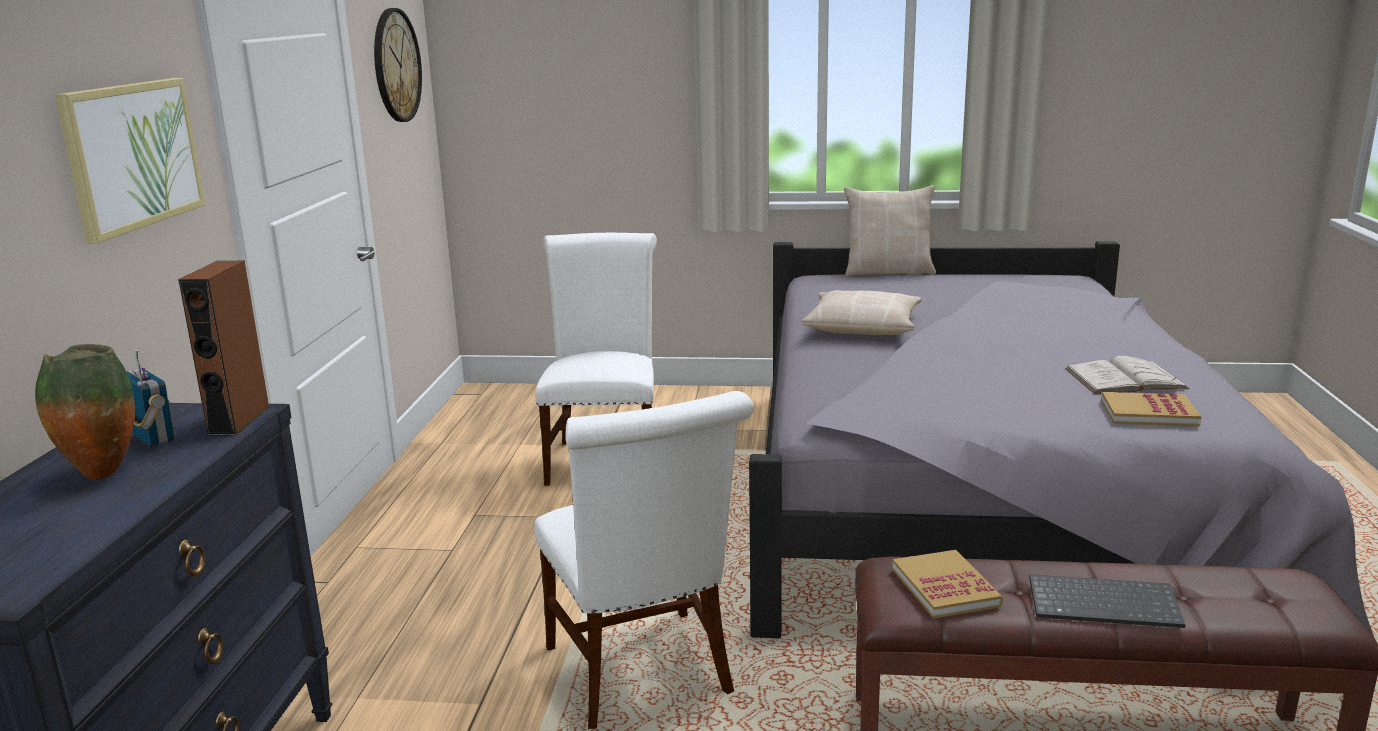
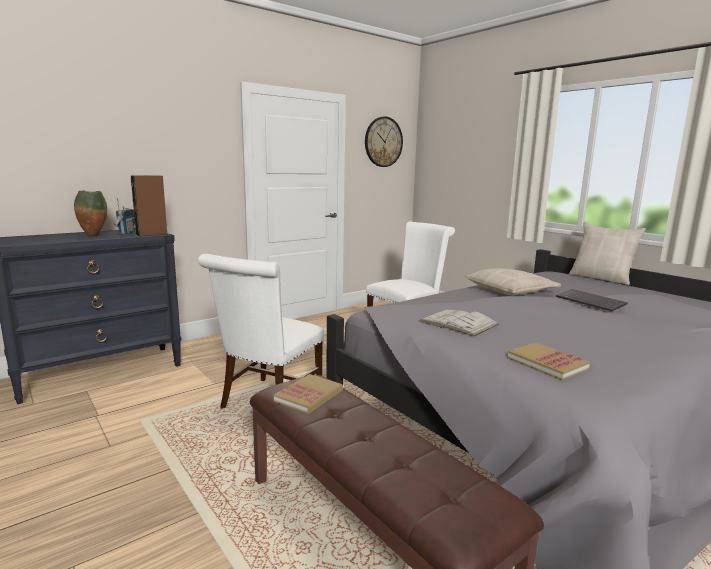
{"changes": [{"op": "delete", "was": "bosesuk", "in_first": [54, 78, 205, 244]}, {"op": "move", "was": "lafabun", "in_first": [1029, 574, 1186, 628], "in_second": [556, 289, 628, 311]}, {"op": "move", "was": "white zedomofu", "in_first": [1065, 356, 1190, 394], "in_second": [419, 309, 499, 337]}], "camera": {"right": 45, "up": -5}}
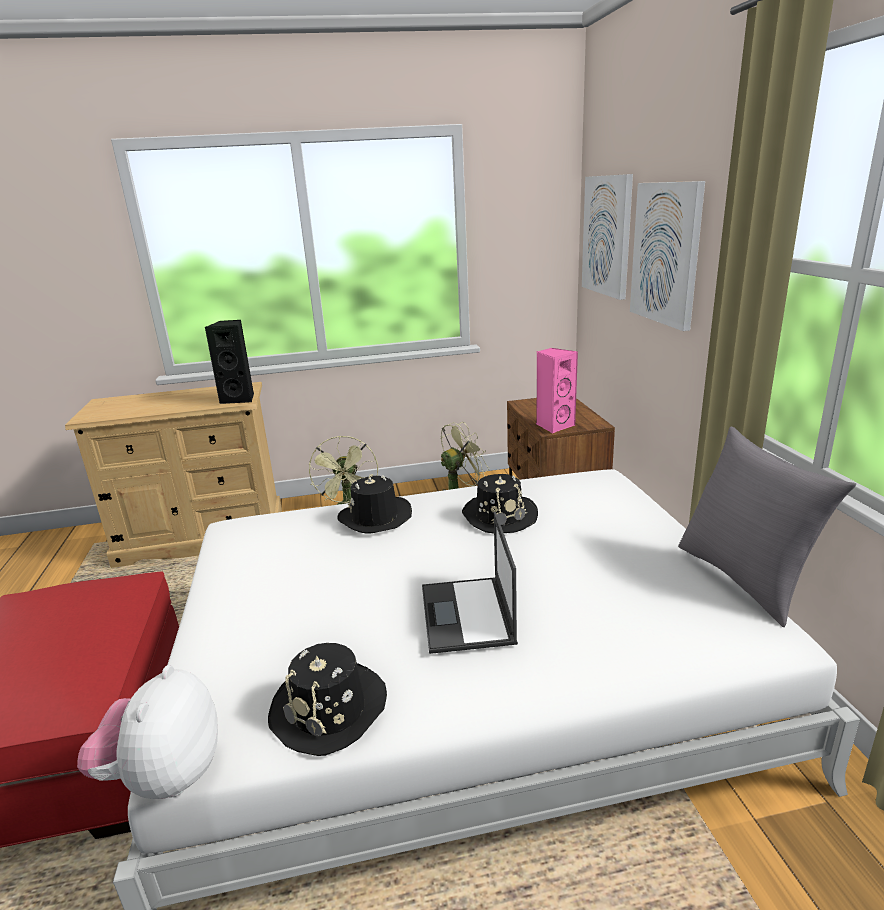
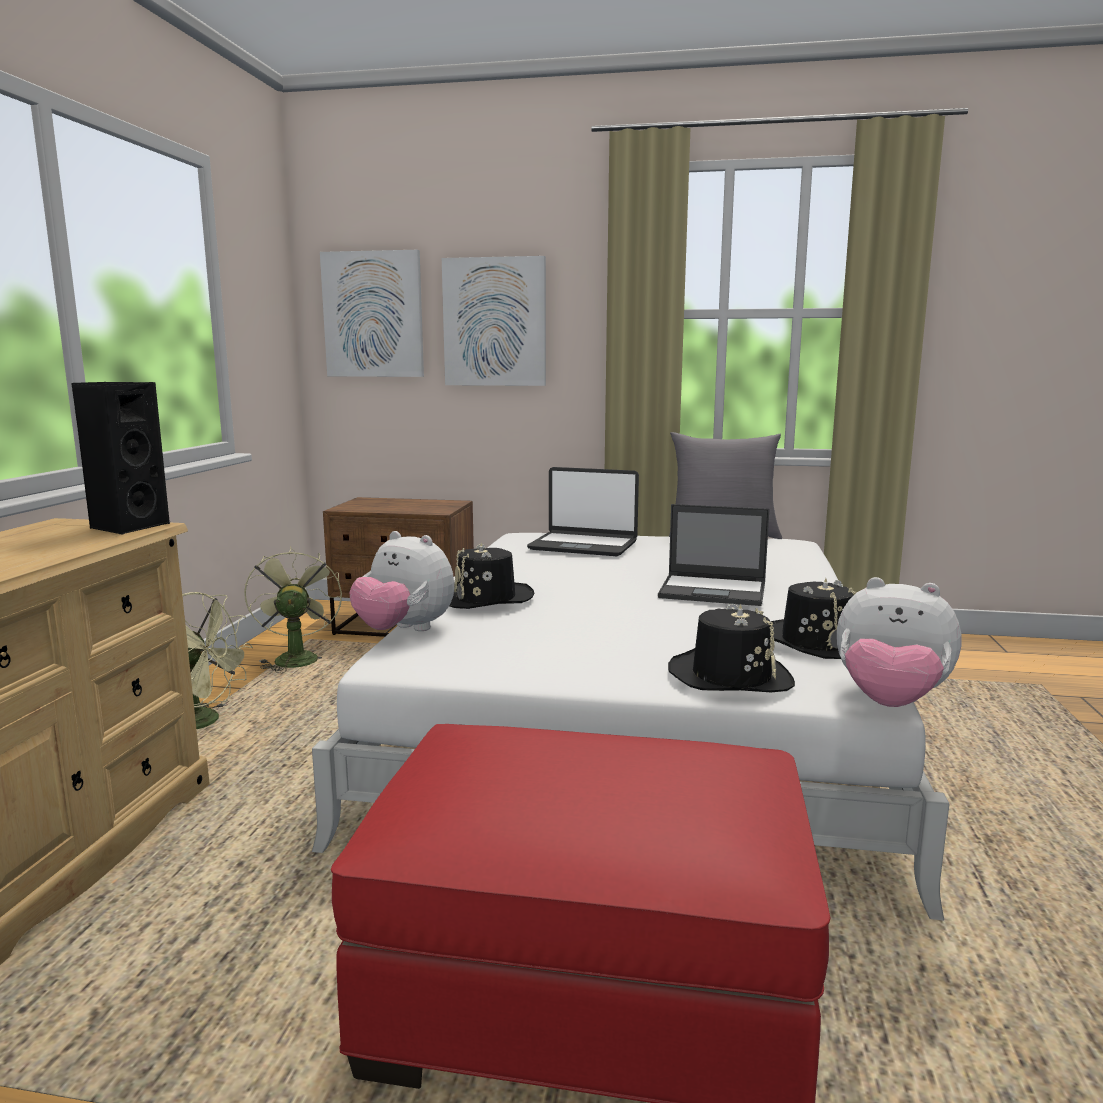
{"changes": [{"op": "move", "was": "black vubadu", "in_first": [462, 474, 538, 534], "in_second": [668, 603, 795, 692]}, {"op": "delete", "was": "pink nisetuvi", "in_first": [536, 348, 578, 433]}, {"op": "insert", "now": "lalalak", "in_second": [350, 531, 454, 631]}, {"op": "insert", "now": "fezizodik", "in_second": [527, 467, 639, 556]}], "camera": {"right": -70, "up": -10}}
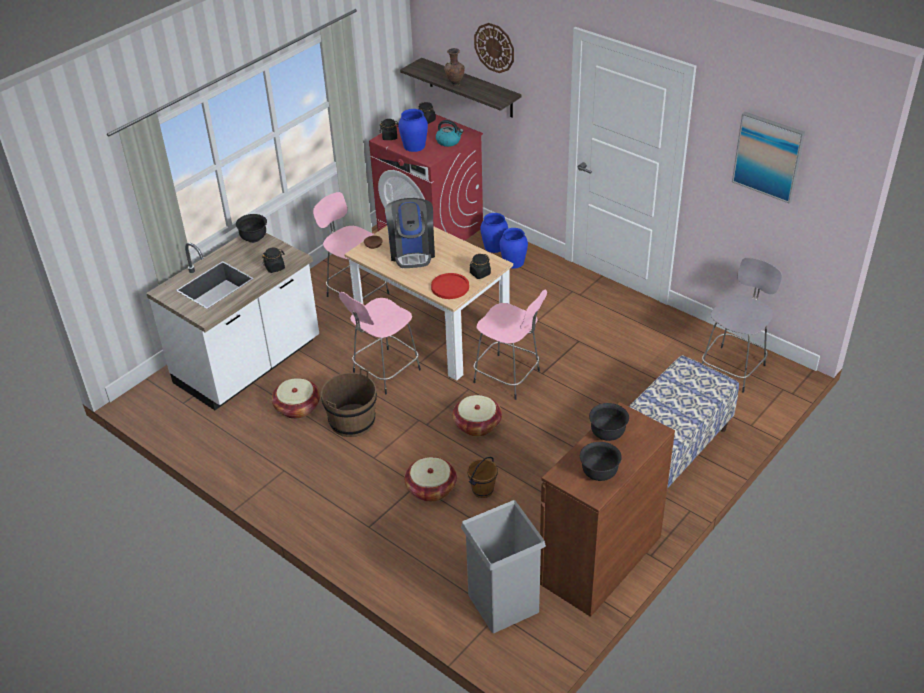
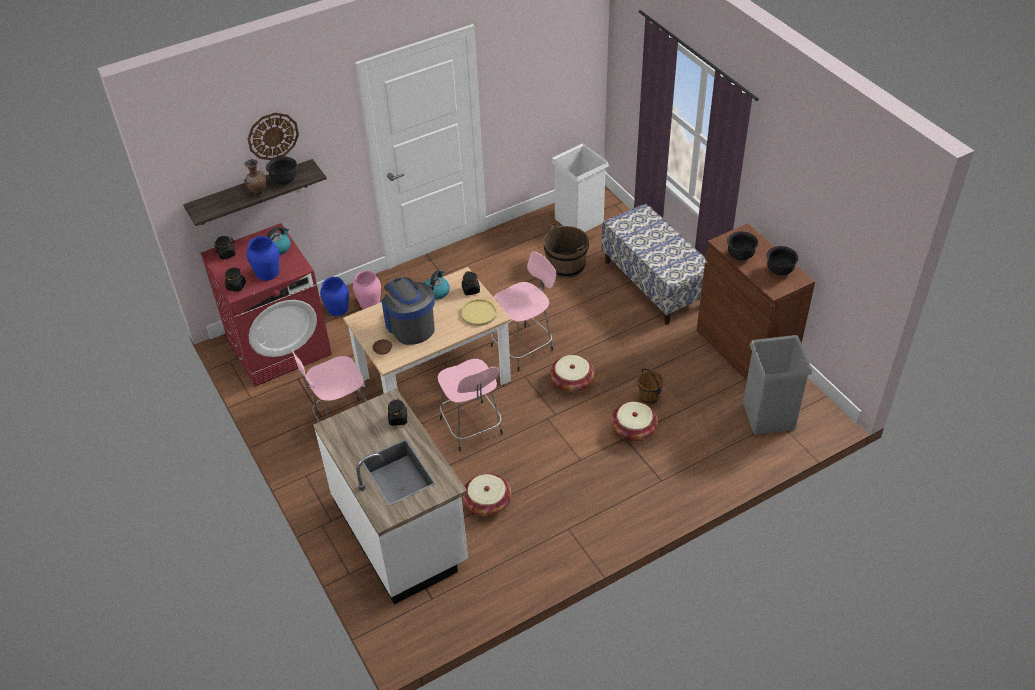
{"changes": [{"op": "move", "was": "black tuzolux", "in_first": [236, 214, 267, 243], "in_second": [266, 156, 297, 185]}, {"op": "move", "was": "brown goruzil", "in_first": [321, 368, 377, 437], "in_second": [543, 223, 589, 278]}, {"op": "rotate", "was": "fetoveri", "in_first": [385, 198, 435, 268], "in_second": [382, 277, 435, 345], "clockwise": -135}, {"op": "recolor", "was": "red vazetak", "now": "yellow vazetak", "in_first": [431, 273, 469, 299], "in_second": [461, 298, 497, 326]}, {"op": "recolor", "was": "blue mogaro", "now": "pink mogaro", "in_first": [500, 228, 528, 269], "in_second": [353, 270, 381, 309]}, {"op": "replace", "was": "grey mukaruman", "now": "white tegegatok", "in_first": [702, 258, 782, 392], "in_second": [552, 143, 609, 232]}, {"op": "delete", "was": "bosesuk", "in_first": [732, 112, 805, 203]}, {"op": "insert", "now": "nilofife", "in_second": [425, 270, 450, 300]}], "camera": {"right": -70, "up": 5}}
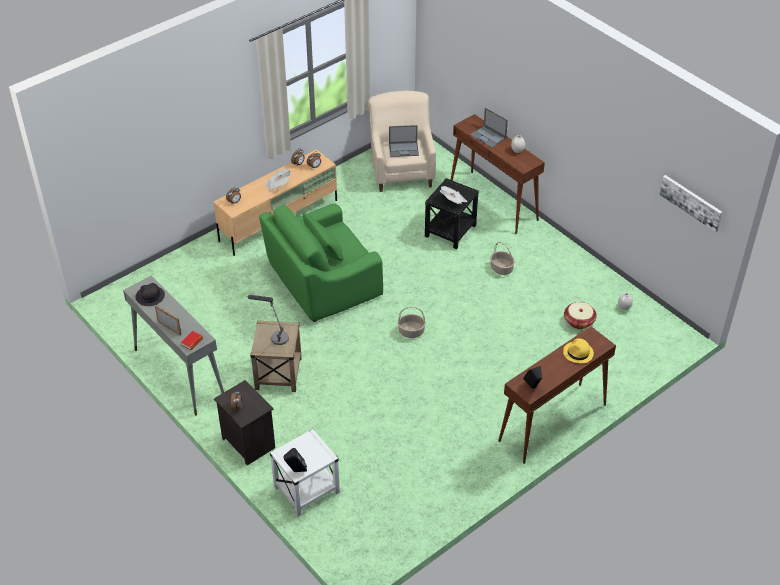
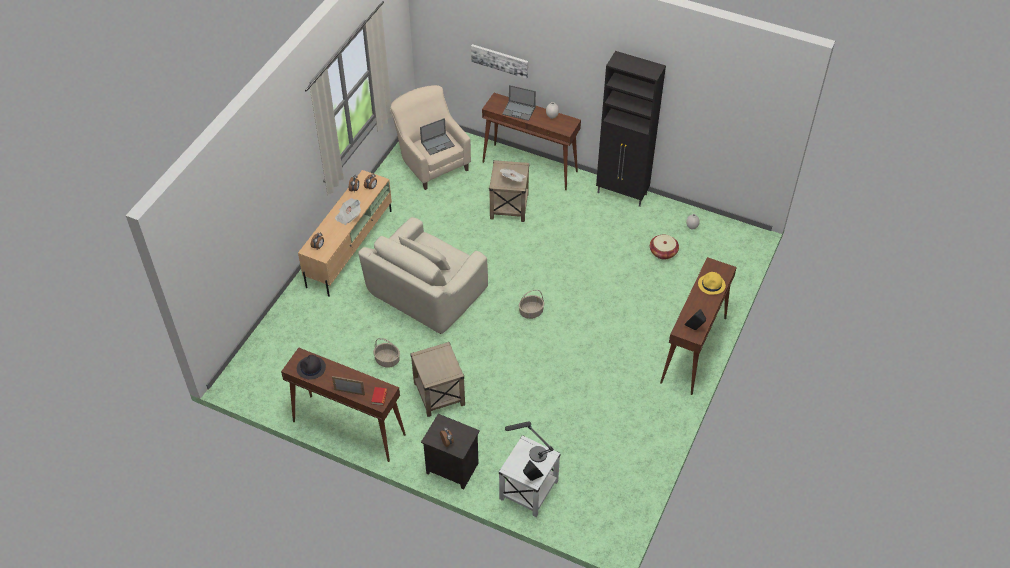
{"changes": [{"op": "recolor", "was": "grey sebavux", "now": "brown sebavux", "in_first": [123, 275, 224, 416], "in_second": [281, 348, 406, 462]}, {"op": "move", "was": "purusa", "in_first": [247, 295, 289, 345], "in_second": [505, 421, 554, 462]}, {"op": "recolor", "was": "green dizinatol", "now": "beige dizinatol", "in_first": [259, 204, 383, 322], "in_second": [358, 217, 488, 334]}, {"op": "recolor", "was": "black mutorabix", "now": "beige mutorabix", "in_first": [425, 178, 479, 249], "in_second": [489, 160, 530, 222]}, {"op": "move", "was": "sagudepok", "in_first": [490, 242, 515, 275], "in_second": [373, 338, 400, 368]}, {"op": "move", "was": "bosesuk", "in_first": [659, 175, 723, 232], "in_second": [471, 44, 528, 79]}, {"op": "insert", "now": "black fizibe", "in_second": [596, 51, 666, 207]}], "camera": {"right": -25, "up": 5}}
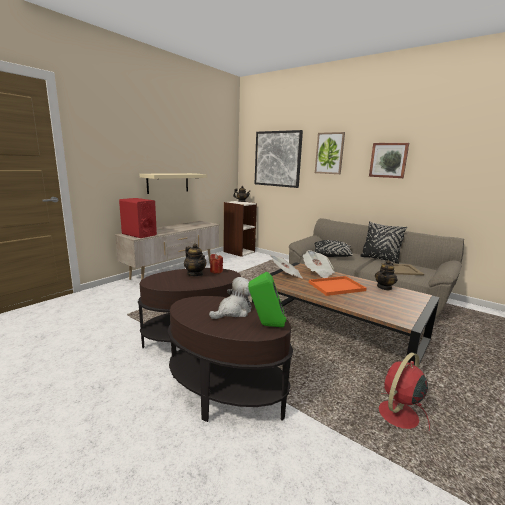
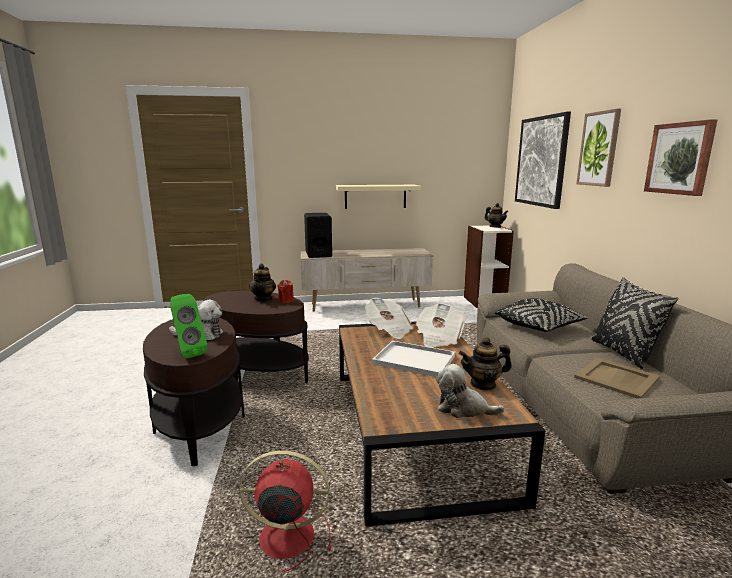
{"changes": [{"op": "recolor", "was": "red nisetuvi", "now": "black nisetuvi", "in_first": [119, 198, 157, 238], "in_second": [304, 213, 332, 258]}, {"op": "recolor", "was": "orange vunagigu", "now": "white vunagigu", "in_first": [309, 276, 367, 296], "in_second": [372, 341, 455, 377]}, {"op": "insert", "now": "lalalak", "in_second": [436, 364, 505, 418]}], "camera": {"right": 45, "up": 0}}
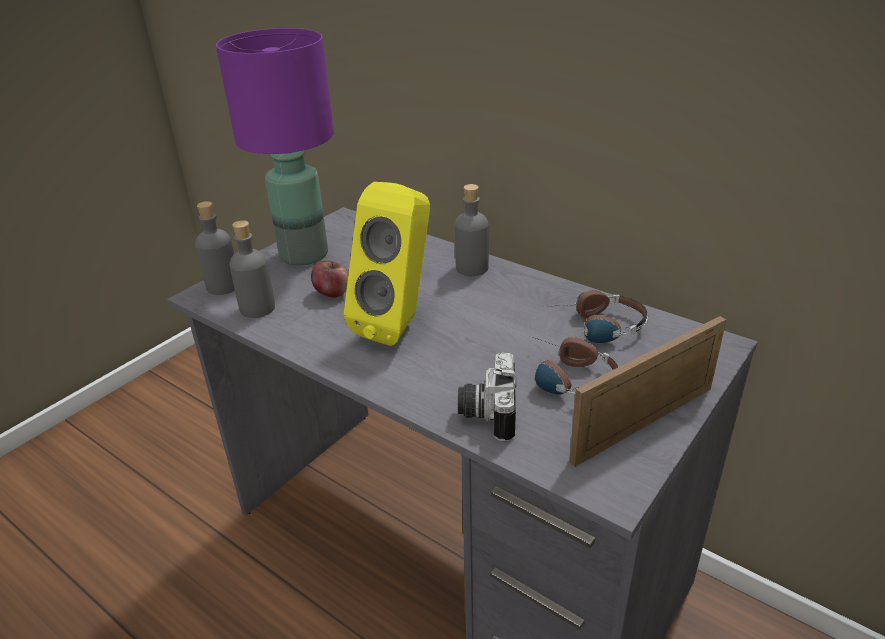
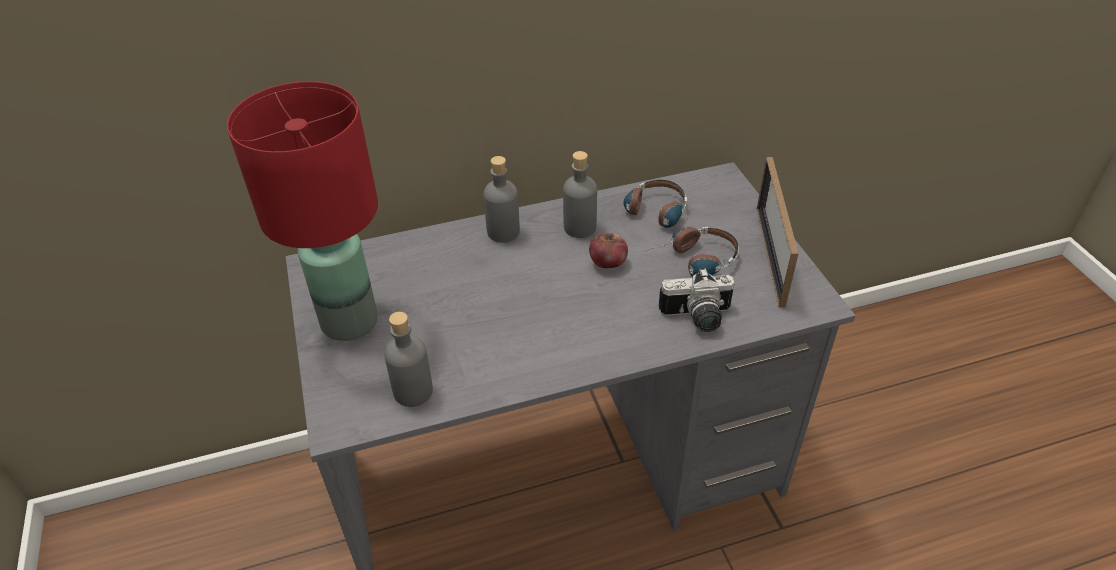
{"changes": [{"op": "move", "was": "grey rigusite", "in_first": [195, 201, 235, 295], "in_second": [563, 151, 597, 238]}, {"op": "recolor", "was": "purple purusa", "now": "red purusa", "in_first": [216, 28, 334, 265], "in_second": [227, 81, 378, 341]}, {"op": "move", "was": "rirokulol", "in_first": [311, 261, 349, 298], "in_second": [589, 233, 628, 268]}, {"op": "delete", "was": "yellow nisetuvi", "in_first": [344, 182, 430, 346]}, {"op": "rotate", "was": "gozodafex", "in_first": [458, 353, 516, 441], "in_second": [659, 268, 734, 332], "clockwise": -45}], "camera": {"right": -55, "up": 10}}
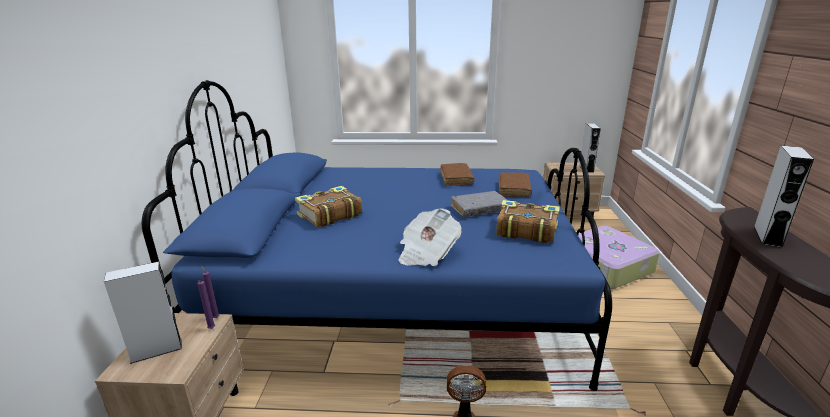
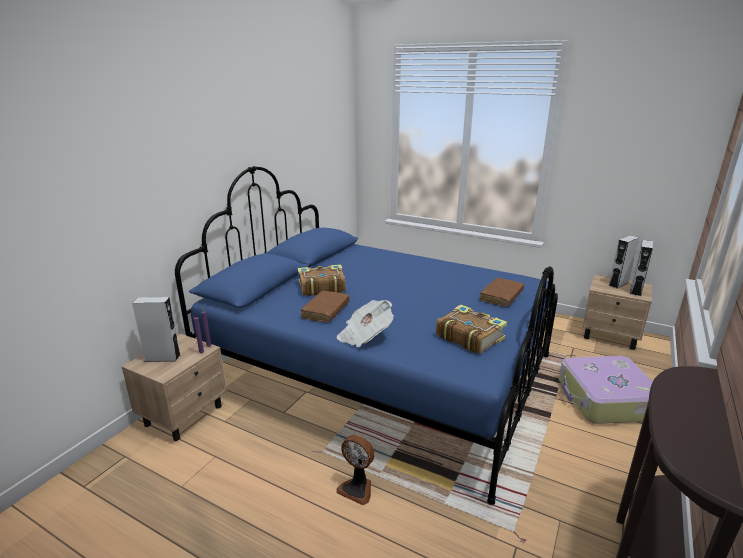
{"changes": [{"op": "move", "was": "brown zedomofu", "in_first": [440, 163, 475, 186], "in_second": [301, 291, 350, 322]}, {"op": "delete", "was": "grey zedomofu", "in_first": [451, 191, 507, 217]}, {"op": "move", "was": "grey nisetuvi", "in_first": [754, 146, 814, 248], "in_second": [609, 235, 639, 289]}], "camera": {"right": 25, "up": 0}}
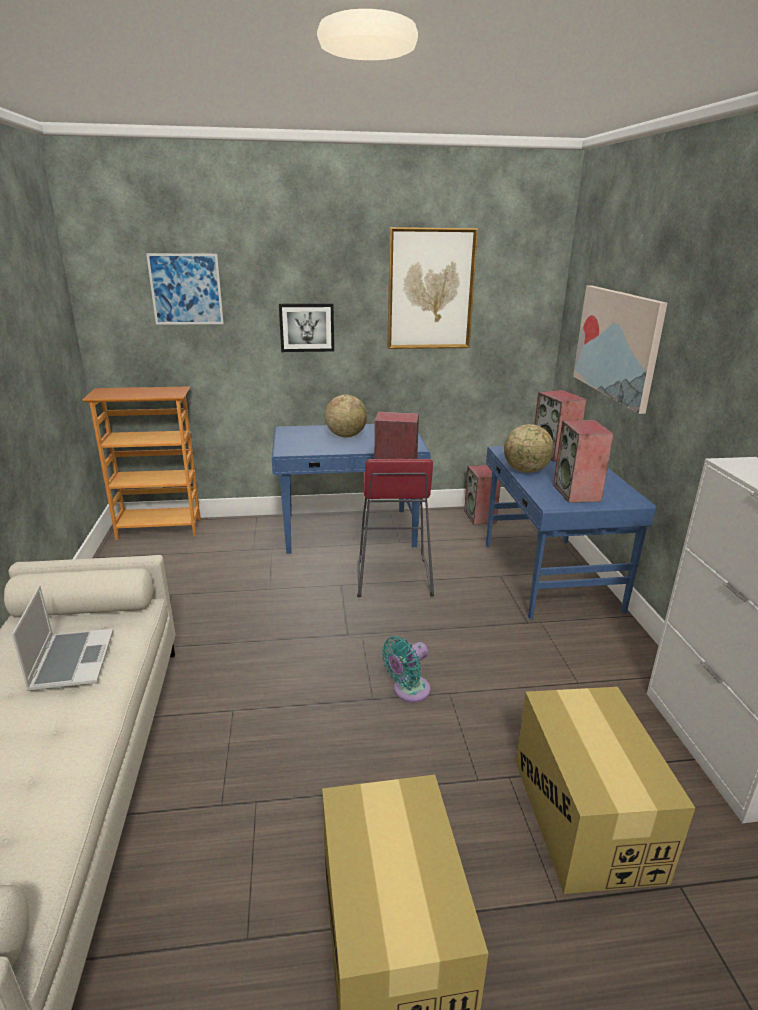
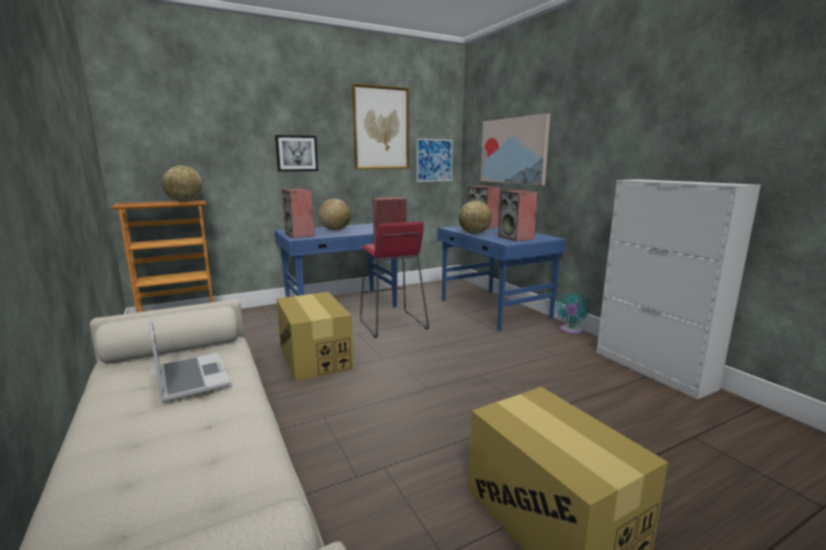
{"changes": [{"op": "move", "was": "bosesuk", "in_first": [146, 253, 224, 325], "in_second": [417, 139, 453, 182]}, {"op": "move", "was": "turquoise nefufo", "in_first": [382, 636, 431, 702], "in_second": [556, 293, 588, 334]}, {"op": "move", "was": "nisetuvi", "in_first": [464, 465, 501, 525], "in_second": [282, 189, 315, 238]}, {"op": "move", "was": "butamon", "in_first": [516, 687, 695, 894], "in_second": [277, 292, 354, 381]}, {"op": "insert", "now": "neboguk", "in_second": [162, 165, 203, 202]}], "camera": {"right": -20, "up": -10}}
